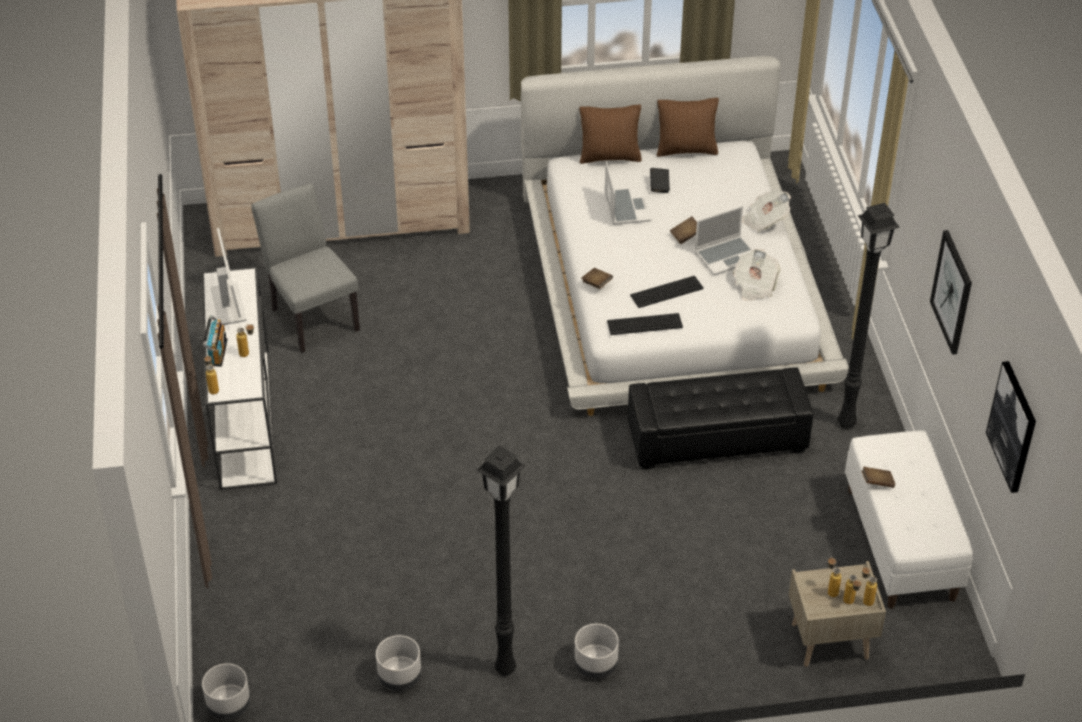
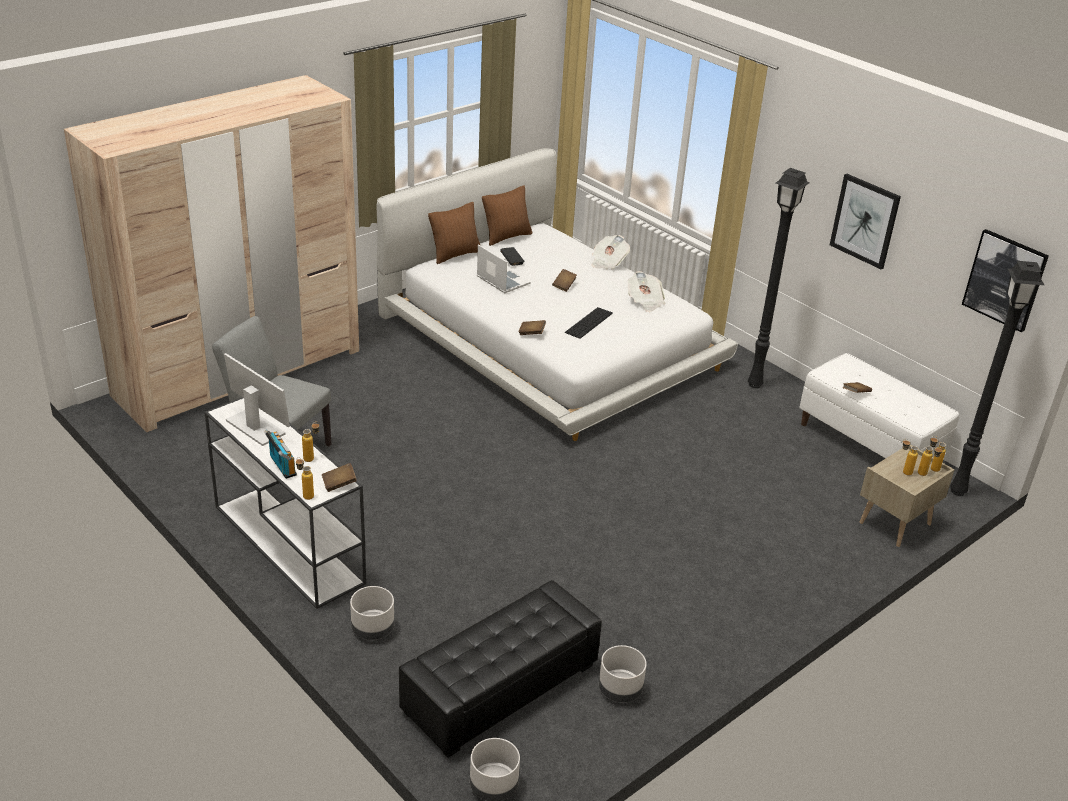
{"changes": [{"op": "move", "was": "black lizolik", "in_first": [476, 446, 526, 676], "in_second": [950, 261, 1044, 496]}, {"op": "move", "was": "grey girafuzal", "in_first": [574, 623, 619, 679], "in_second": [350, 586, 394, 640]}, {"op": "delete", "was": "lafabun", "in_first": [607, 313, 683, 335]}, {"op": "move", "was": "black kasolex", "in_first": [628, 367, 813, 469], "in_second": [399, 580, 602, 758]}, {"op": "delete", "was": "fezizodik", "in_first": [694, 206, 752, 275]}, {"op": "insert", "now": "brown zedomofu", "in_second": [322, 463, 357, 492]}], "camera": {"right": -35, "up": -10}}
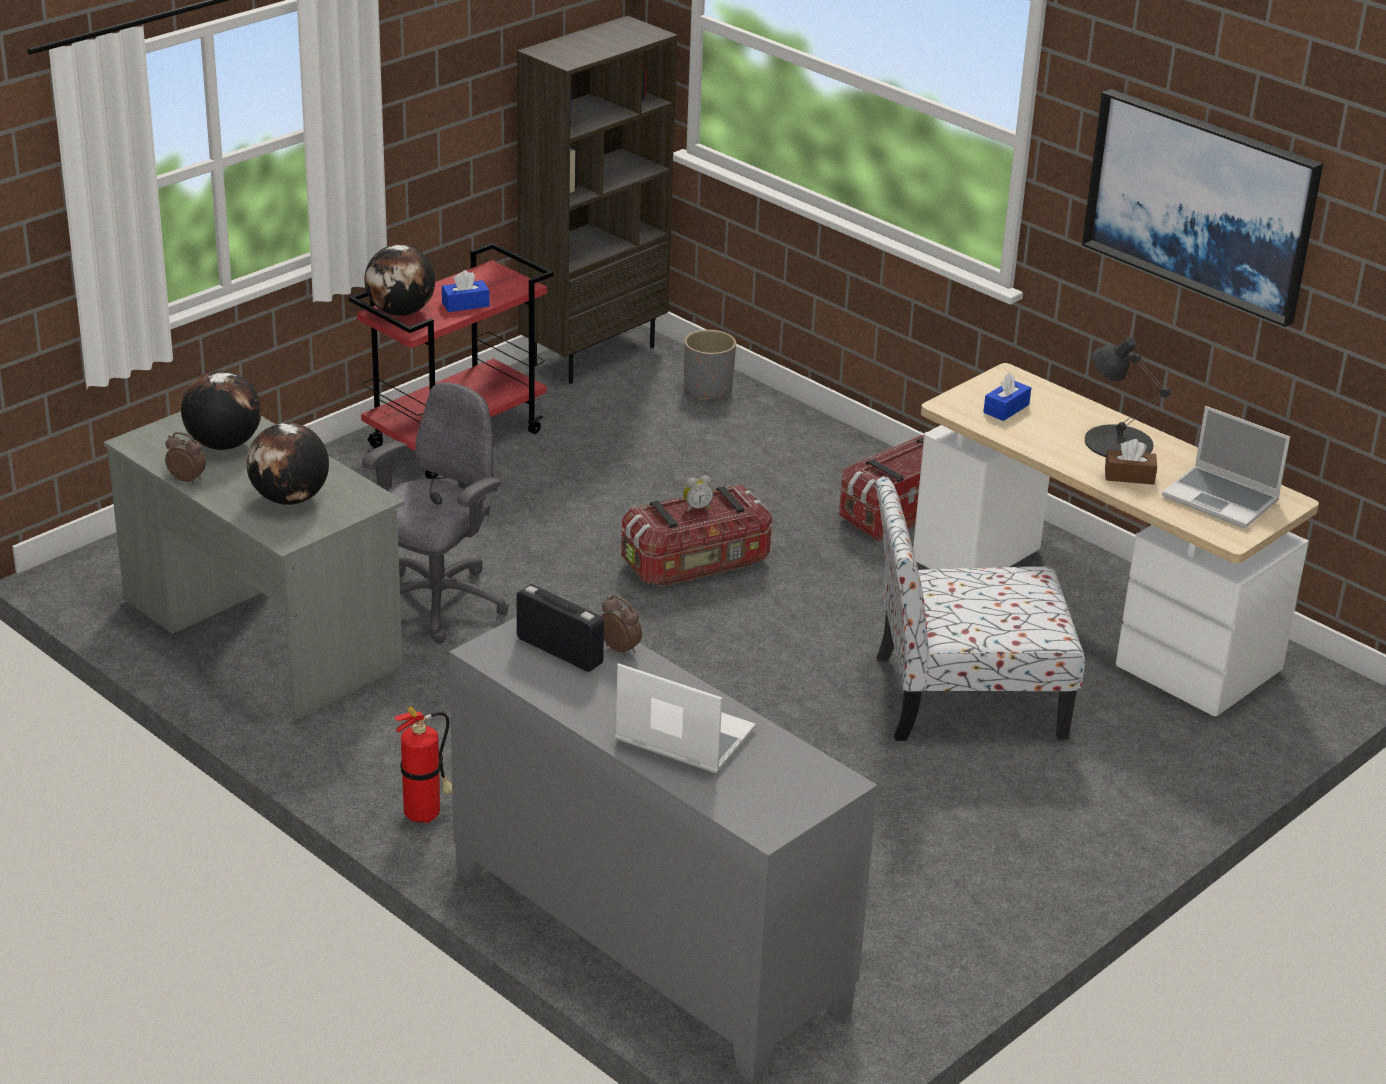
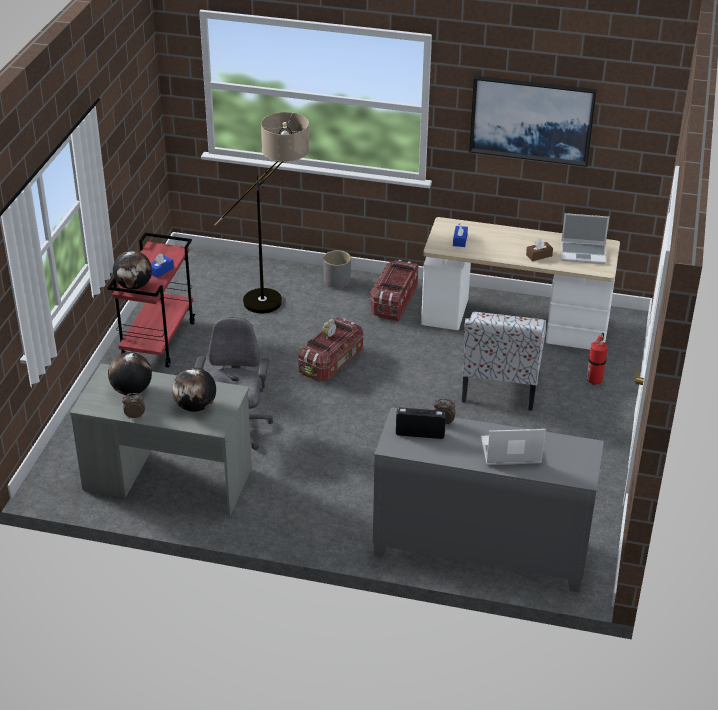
{"changes": [{"op": "move", "was": "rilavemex", "in_first": [394, 706, 452, 823], "in_second": [587, 333, 608, 385]}, {"op": "delete", "was": "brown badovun", "in_first": [517, 16, 677, 384]}, {"op": "move", "was": "grey girafuzal", "in_first": [684, 330, 736, 400], "in_second": [323, 250, 351, 289]}, {"op": "rotate", "was": "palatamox", "in_first": [875, 476, 1085, 741], "in_second": [462, 312, 546, 411], "clockwise": -45}, {"op": "delete", "was": "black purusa", "in_first": [1085, 337, 1171, 457]}, {"op": "insert", "now": "lizolik", "in_second": [214, 112, 309, 313]}], "camera": {"right": -30, "up": 5}}
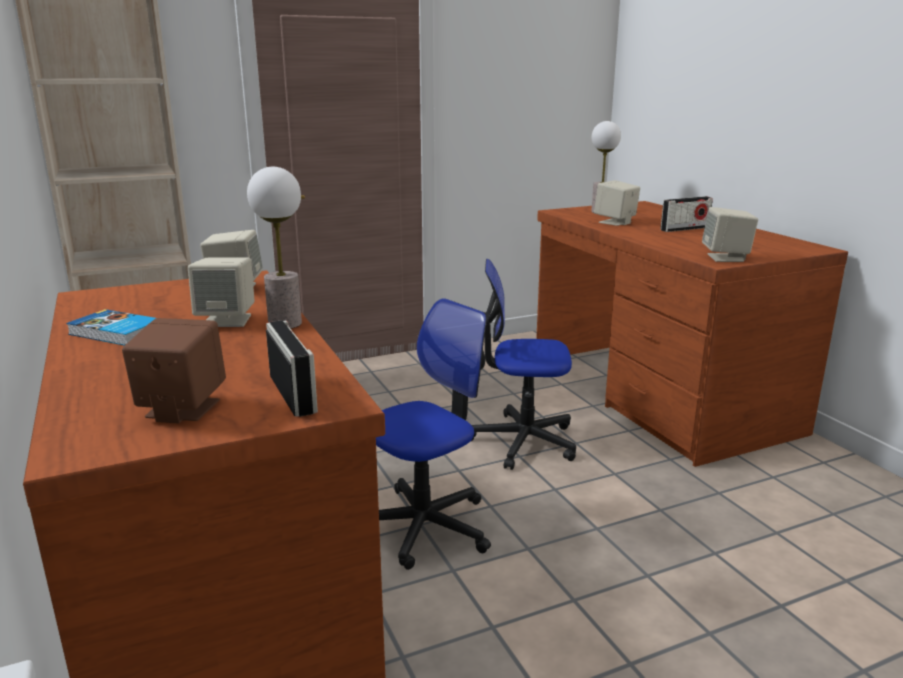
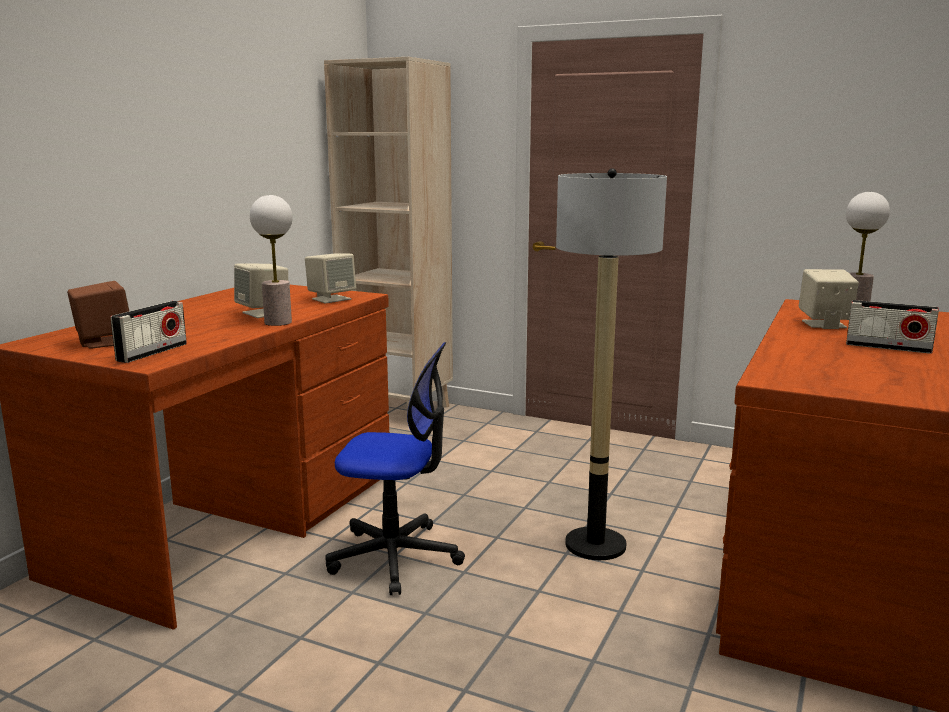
{"changes": [{"op": "delete", "was": "zedomofu", "in_first": [66, 309, 156, 346]}, {"op": "replace", "was": "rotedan", "now": "lizolik", "in_first": [471, 259, 576, 470], "in_second": [556, 168, 667, 560]}, {"op": "delete", "was": "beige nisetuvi", "in_first": [702, 207, 758, 262]}], "camera": {"right": 50, "up": -5}}
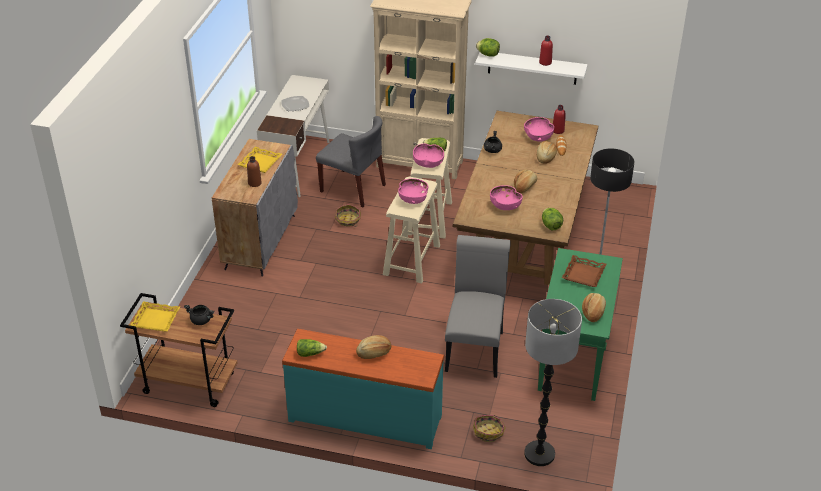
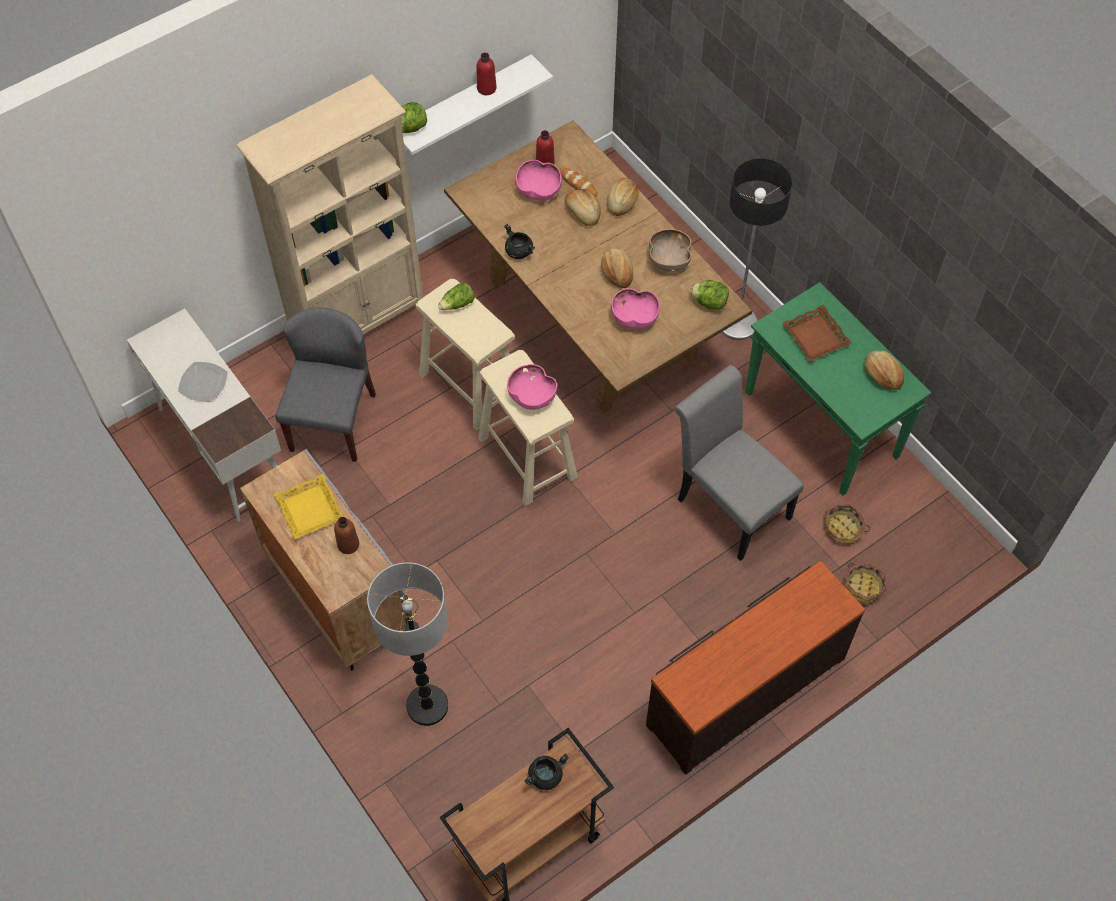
{"changes": [{"op": "delete", "was": "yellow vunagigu", "in_first": [130, 302, 180, 332]}, {"op": "recolor", "was": "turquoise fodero", "now": "brown fodero", "in_first": [282, 329, 444, 449], "in_second": [646, 561, 866, 775]}, {"op": "delete", "was": "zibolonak", "in_first": [297, 339, 327, 357]}, {"op": "rotate", "was": "grey palatamox", "in_first": [316, 116, 386, 207], "in_second": [275, 307, 376, 462], "clockwise": -60}, {"op": "move", "was": "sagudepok", "in_first": [335, 204, 361, 227], "in_second": [824, 504, 870, 543]}, {"op": "move", "was": "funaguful", "in_first": [356, 335, 392, 359], "in_second": [607, 178, 639, 216]}, {"op": "delete", "was": "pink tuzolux", "in_first": [413, 144, 444, 168]}, {"op": "move", "was": "lizolik", "in_first": [524, 299, 582, 466], "in_second": [367, 562, 448, 726]}, {"op": "insert", "now": "brown tuzolux", "in_second": [649, 229, 692, 272]}], "camera": {"right": -50, "up": 20}}
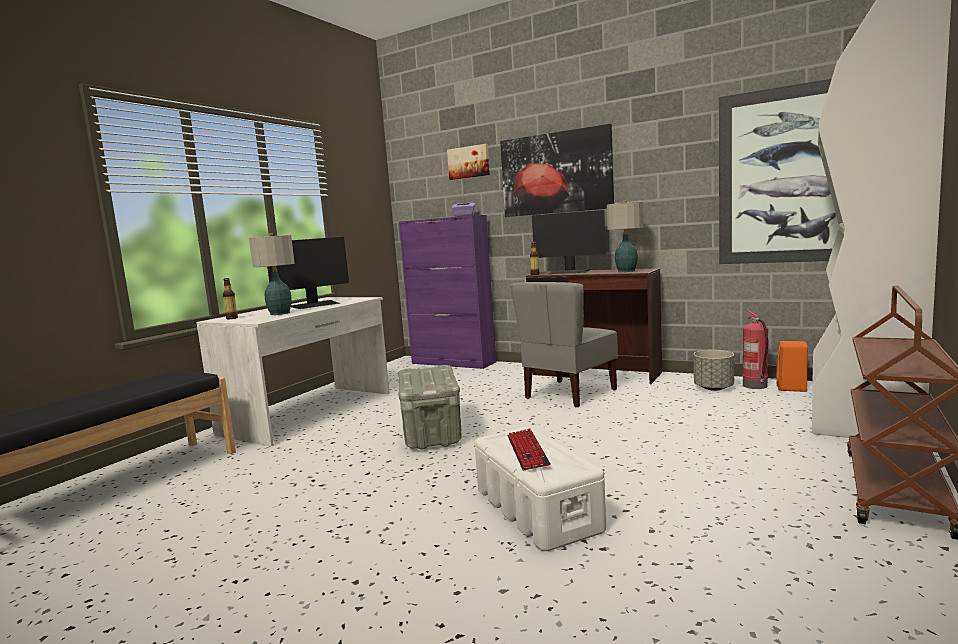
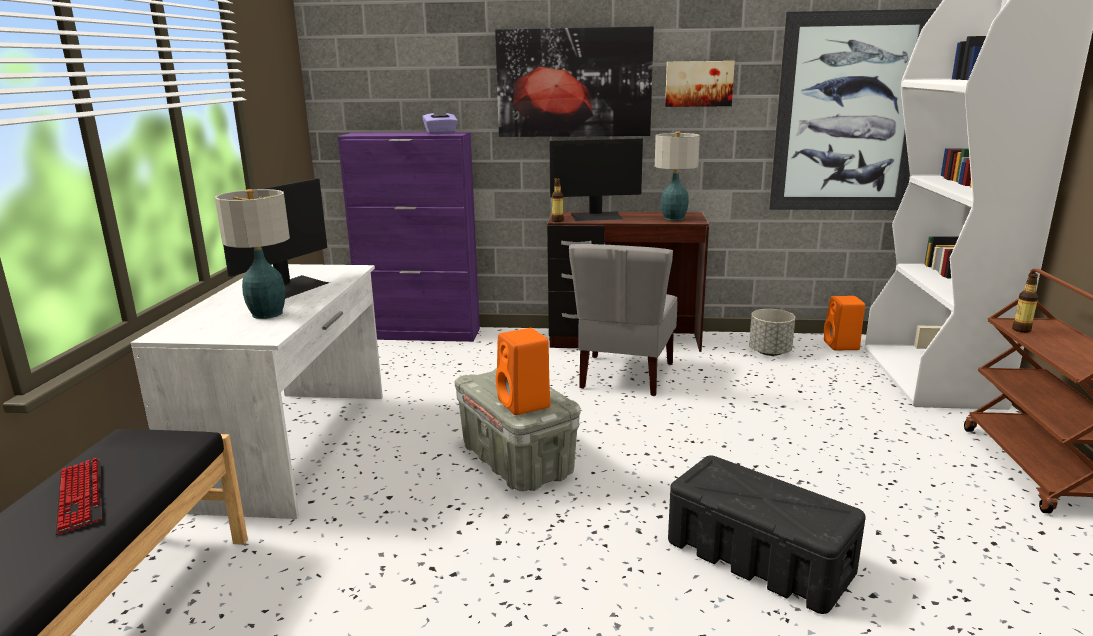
{"changes": [{"op": "move", "was": "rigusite", "in_first": [223, 278, 238, 319], "in_second": [1012, 273, 1038, 333]}, {"op": "move", "was": "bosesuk", "in_first": [447, 144, 490, 180], "in_second": [665, 61, 735, 107]}, {"op": "recolor", "was": "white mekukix", "now": "black mekukix", "in_first": [475, 427, 606, 551], "in_second": [668, 455, 866, 614]}, {"op": "move", "was": "lafabun", "in_first": [507, 429, 551, 471], "in_second": [55, 458, 102, 535]}, {"op": "delete", "was": "rilavemex", "in_first": [742, 311, 768, 389]}, {"op": "insert", "now": "orange nisetuvi", "in_second": [496, 328, 550, 415]}], "camera": {"right": -25, "up": 10}}
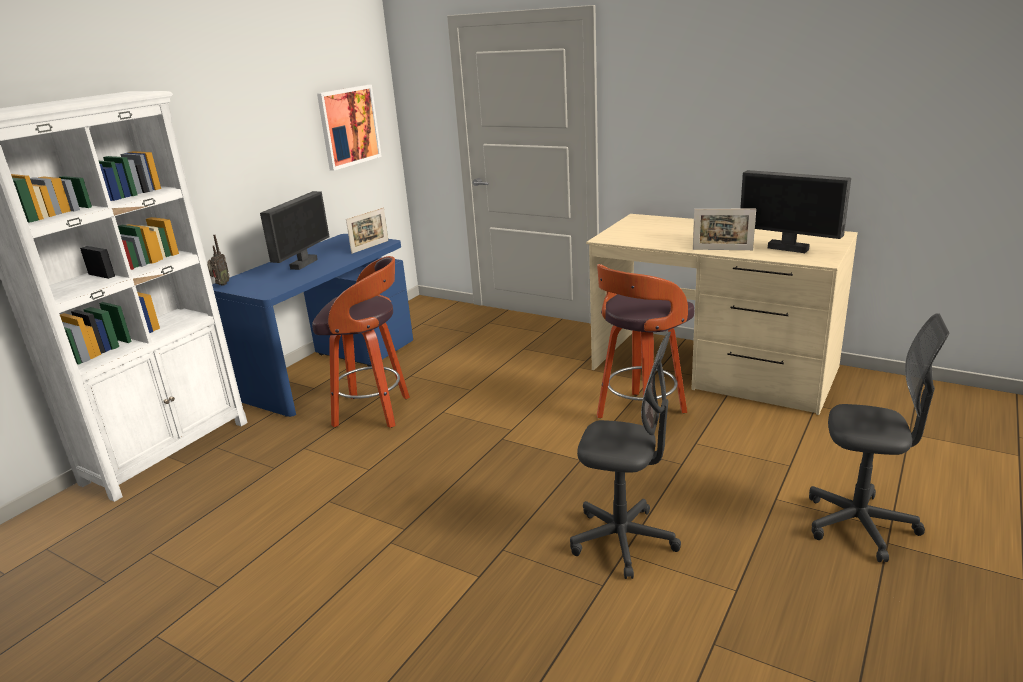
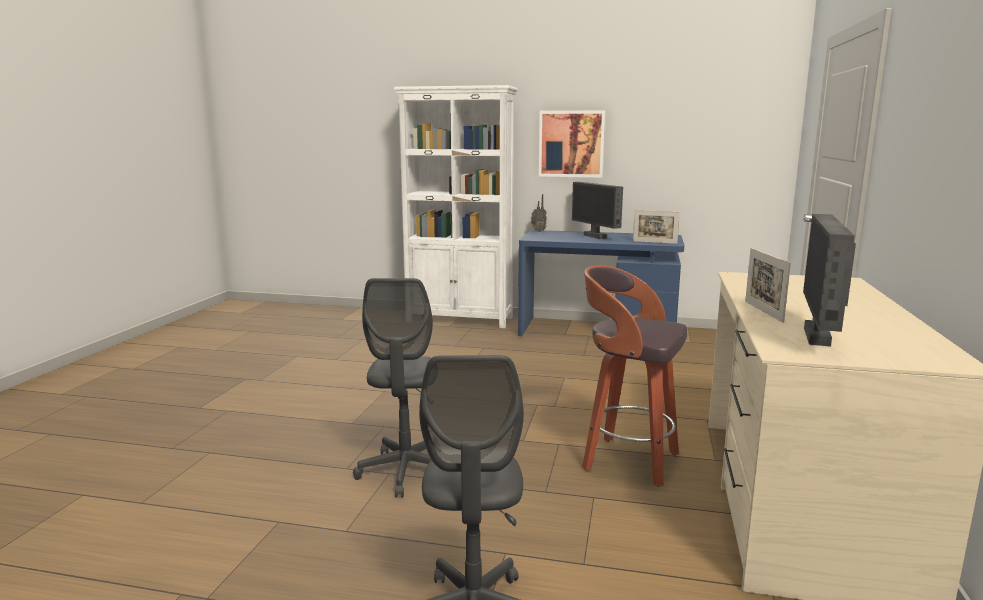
{"changes": [{"op": "rotate", "was": "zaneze", "in_first": [260, 191, 329, 270], "in_second": [572, 182, 623, 239], "clockwise": 60}, {"op": "delete", "was": "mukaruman", "in_first": [312, 256, 410, 428]}, {"op": "move", "was": "bosesuk", "in_first": [317, 85, 382, 171], "in_second": [539, 111, 605, 178]}], "camera": {"right": 70, "up": -10}}
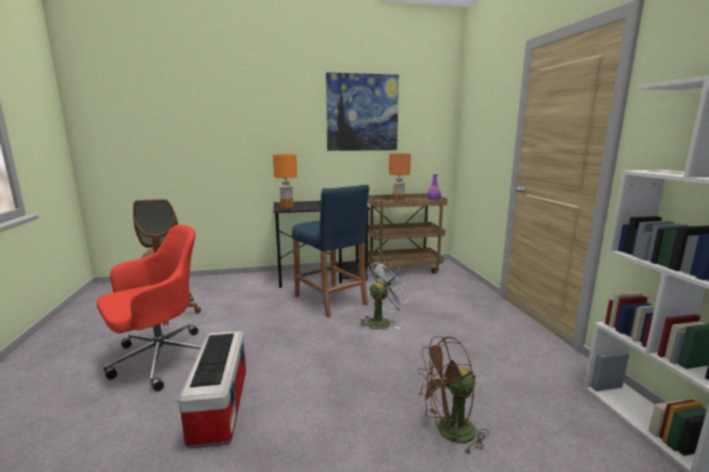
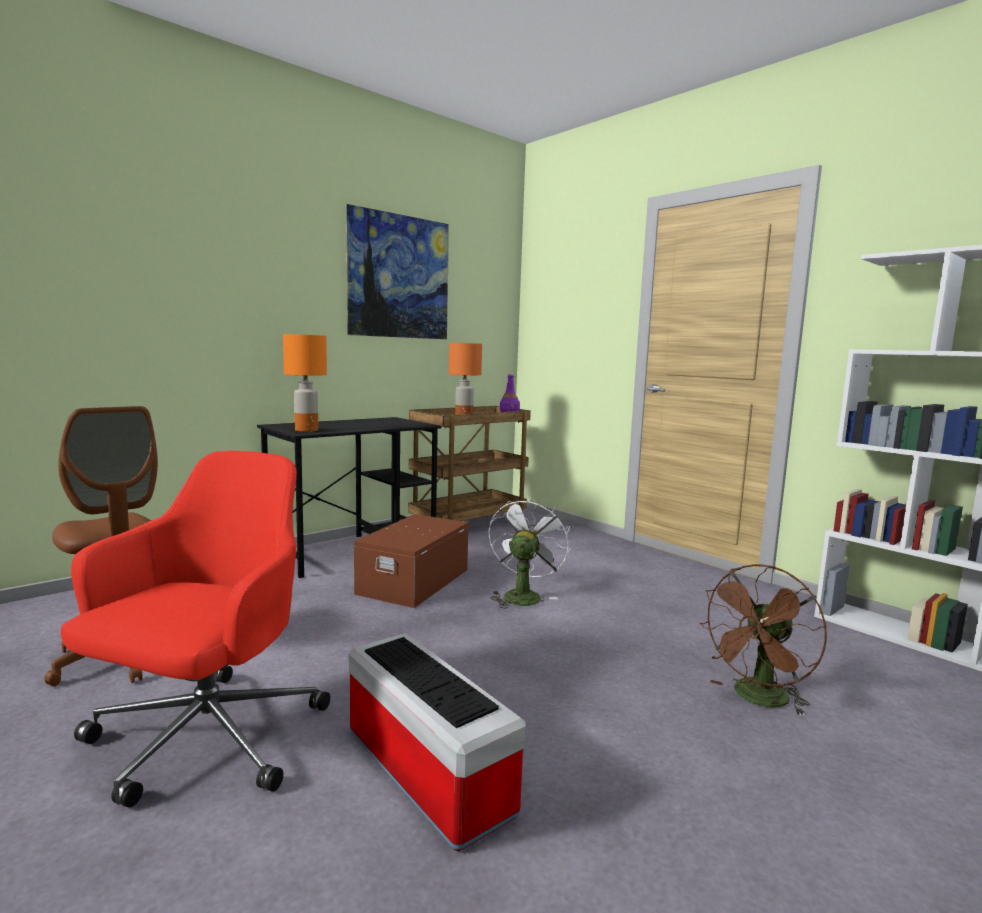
{"changes": [{"op": "replace", "was": "blue mukaruman", "now": "brown mekukix", "in_first": [292, 184, 369, 318], "in_second": [354, 514, 468, 608]}], "camera": {"right": -30, "up": -5}}
